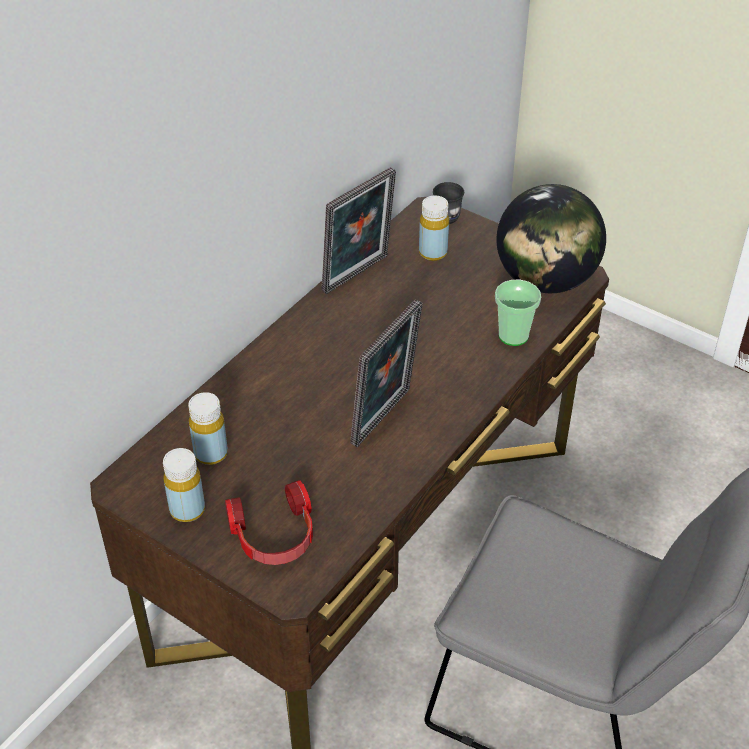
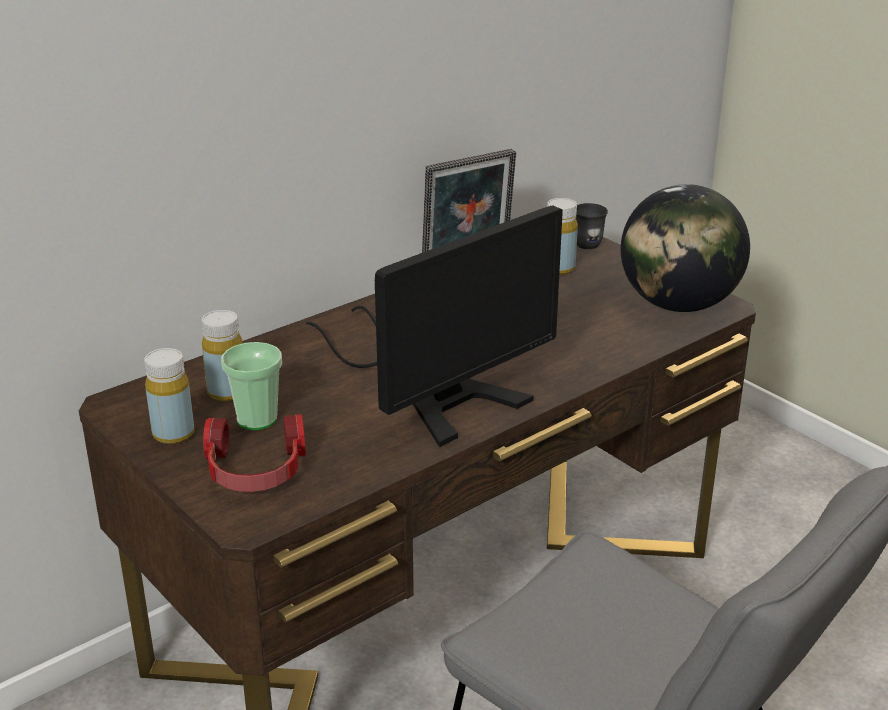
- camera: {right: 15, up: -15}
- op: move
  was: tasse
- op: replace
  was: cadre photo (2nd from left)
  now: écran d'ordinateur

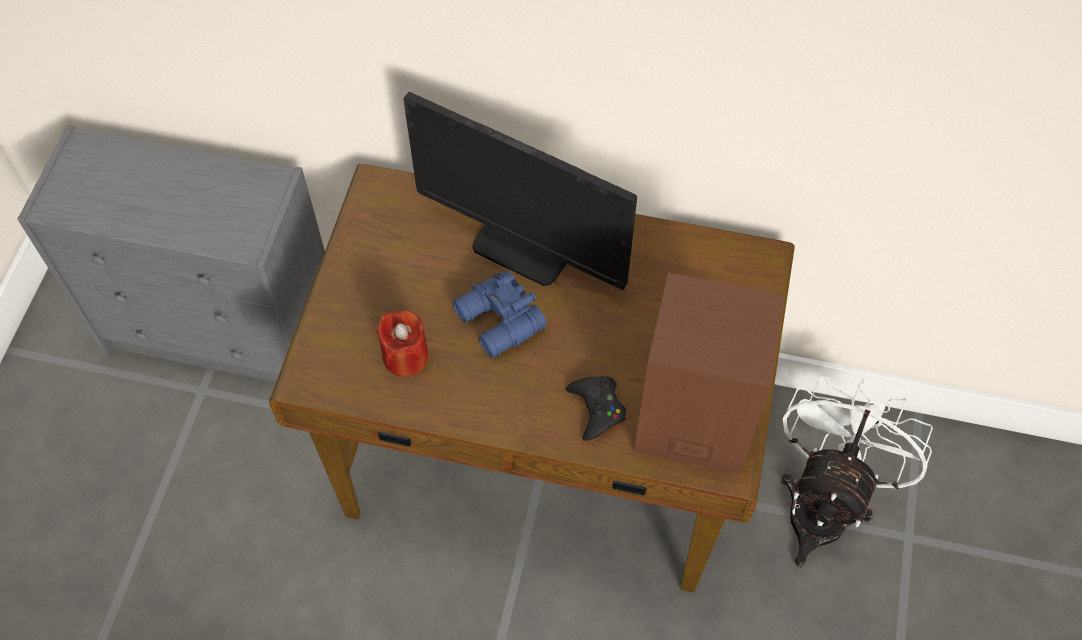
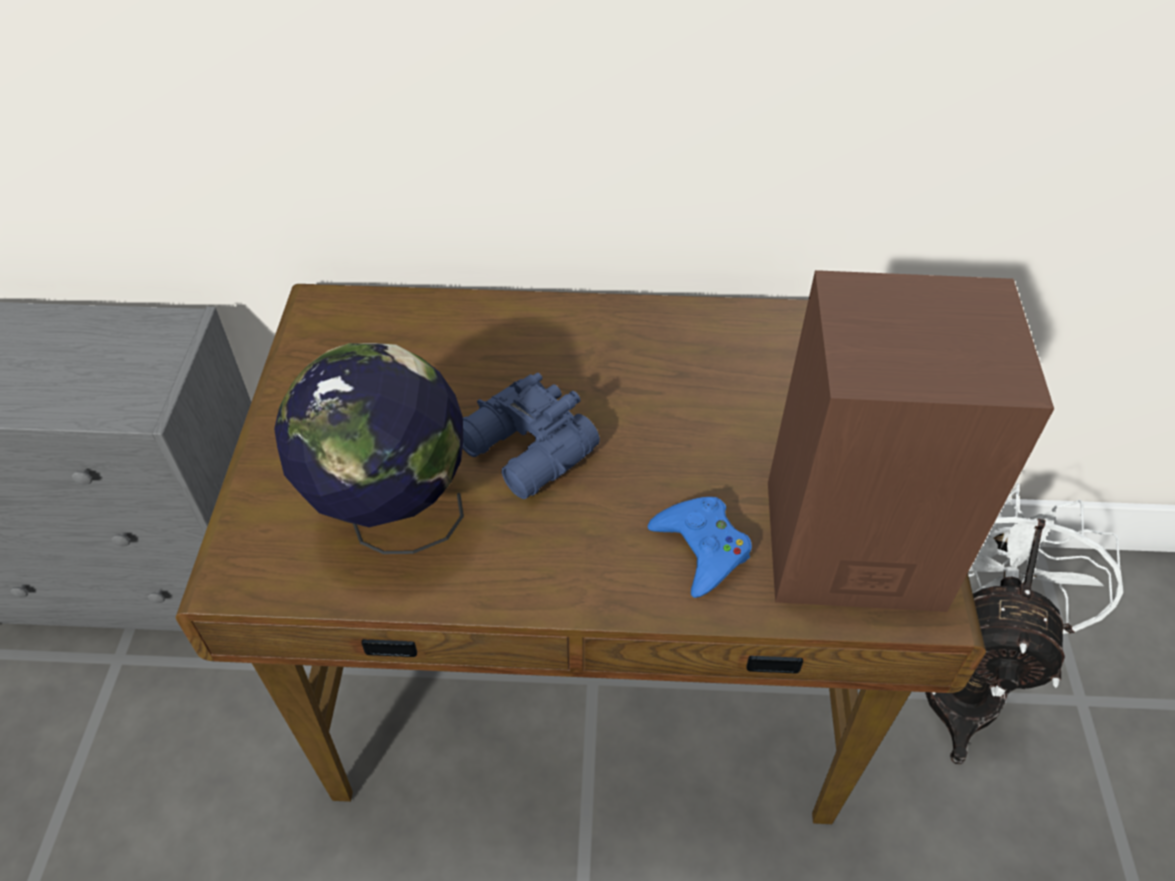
- camera: {right: -10, up: -10}
- op: delete
  was: écran d'ordinateur
- op: replace
  was: bougie [rouge]
  now: globe
- op: recolor
  was: manette [noir]
  now: manette [bleu]

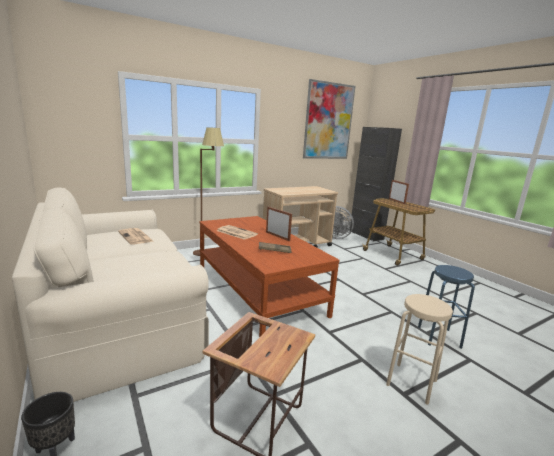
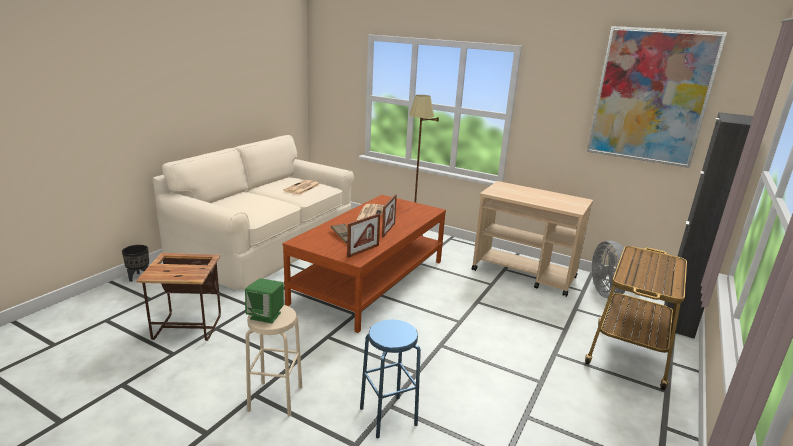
- camera: {right: 60, up: 5}
- op: move
  was: cadre photo (2nd from left in the first image)
  now: cadre photo (1st from left)
- op: insert
  now: enceinte [vert]

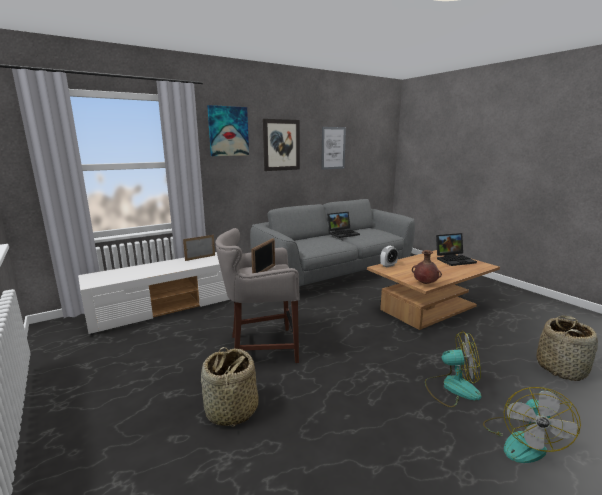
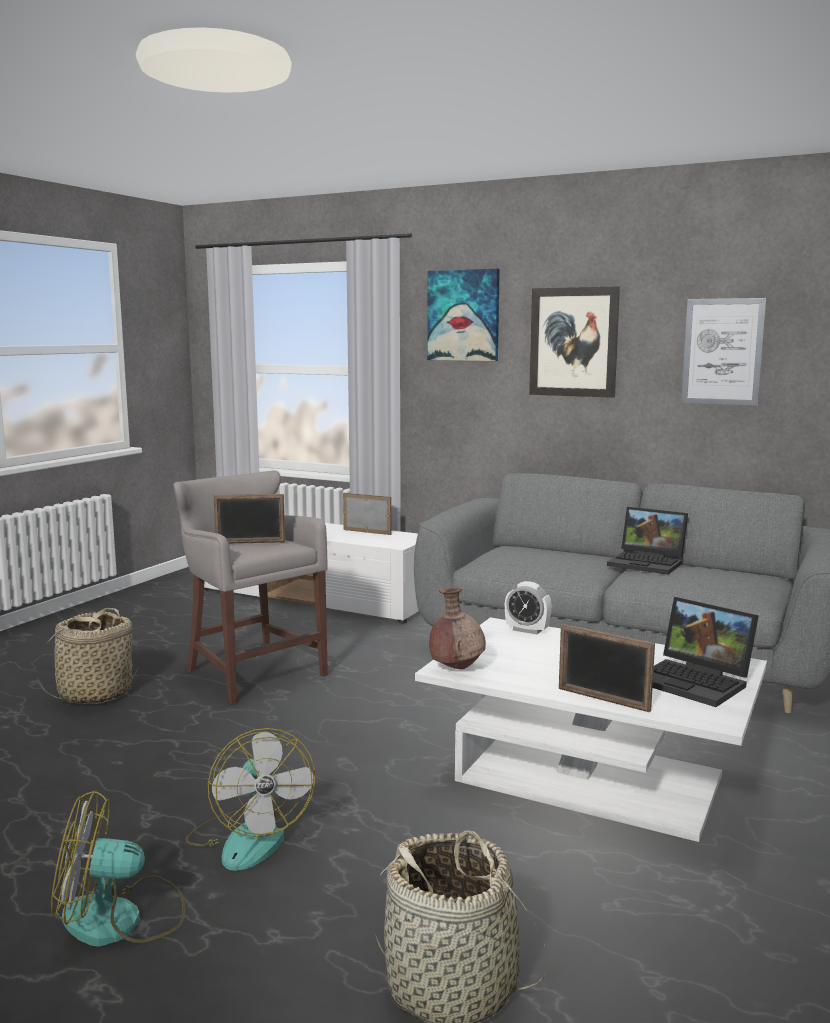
- camera: {right: 60, up: -5}
- op: recolor
  was: table basse [marron]
  now: table basse [blanc]
- op: insert
  now: cadre photo (3rd from left)

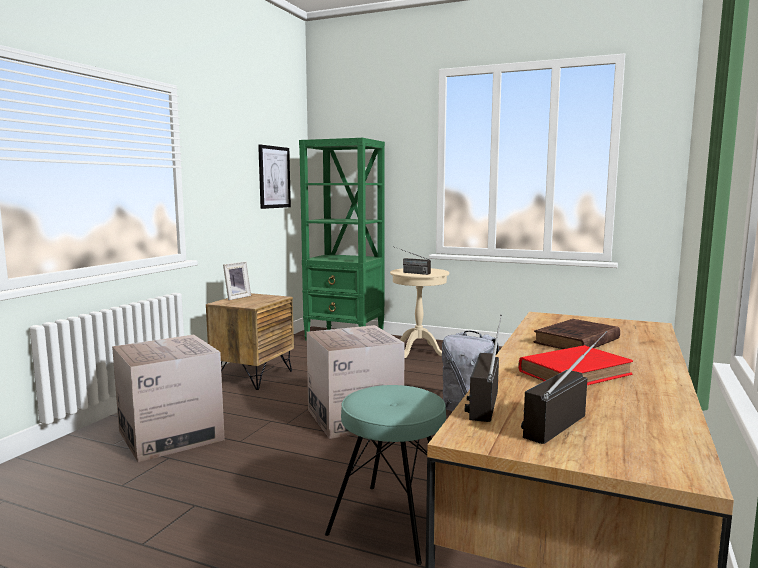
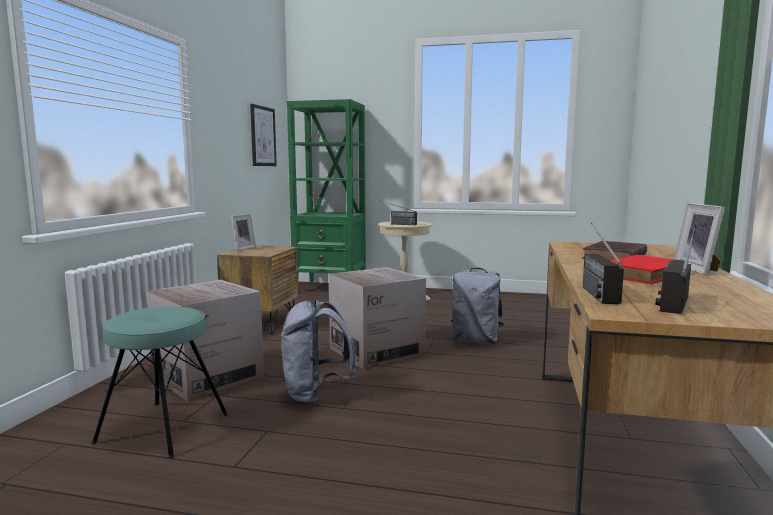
- camera: {right: -10, up: 0}
- op: move
  was: tabouret [turquoise]
- op: insert
  now: cadre photo (2nd from left)
- op: insert
  now: sac à dos [gris] (1st from left)

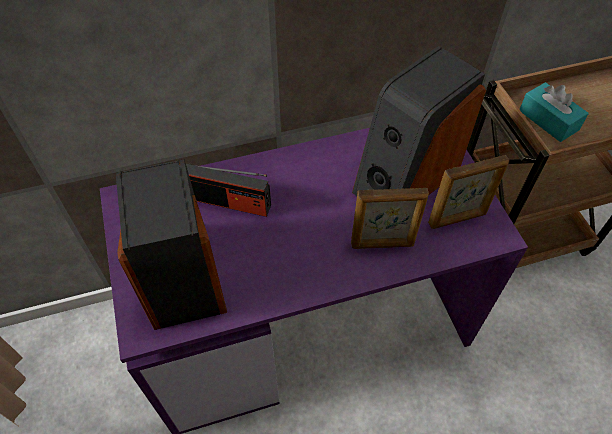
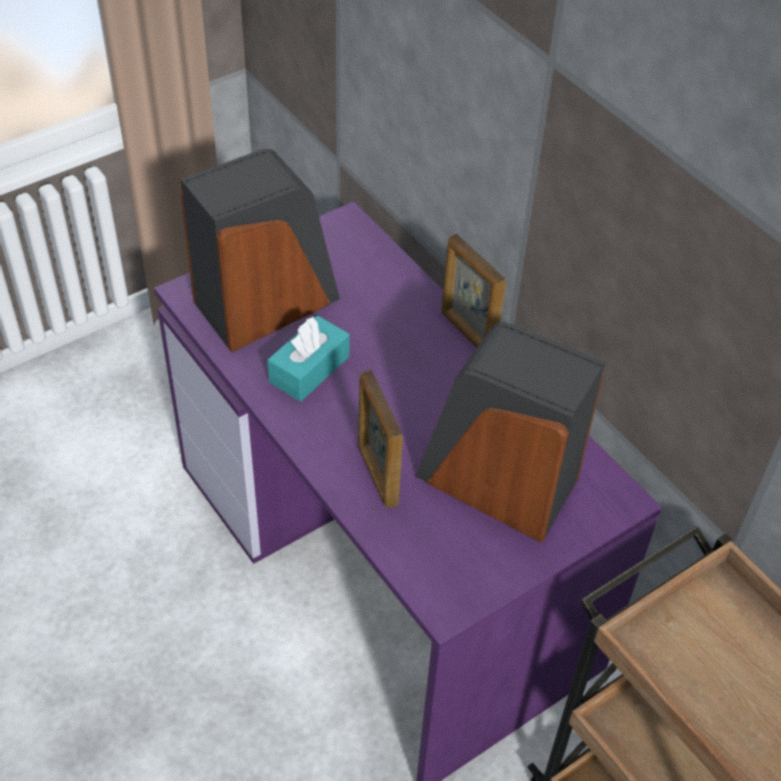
- camera: {right: 70, up: -5}
- op: move
  was: boîte à mouchoirs [turquoise]
- op: move
  was: cadre photo (2nd from left)
- op: delete
  was: radio

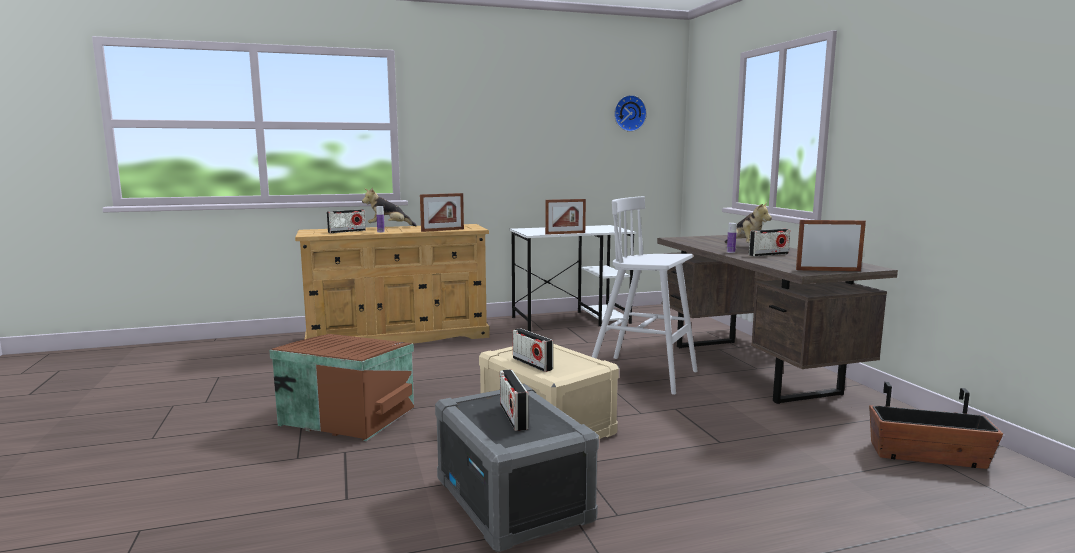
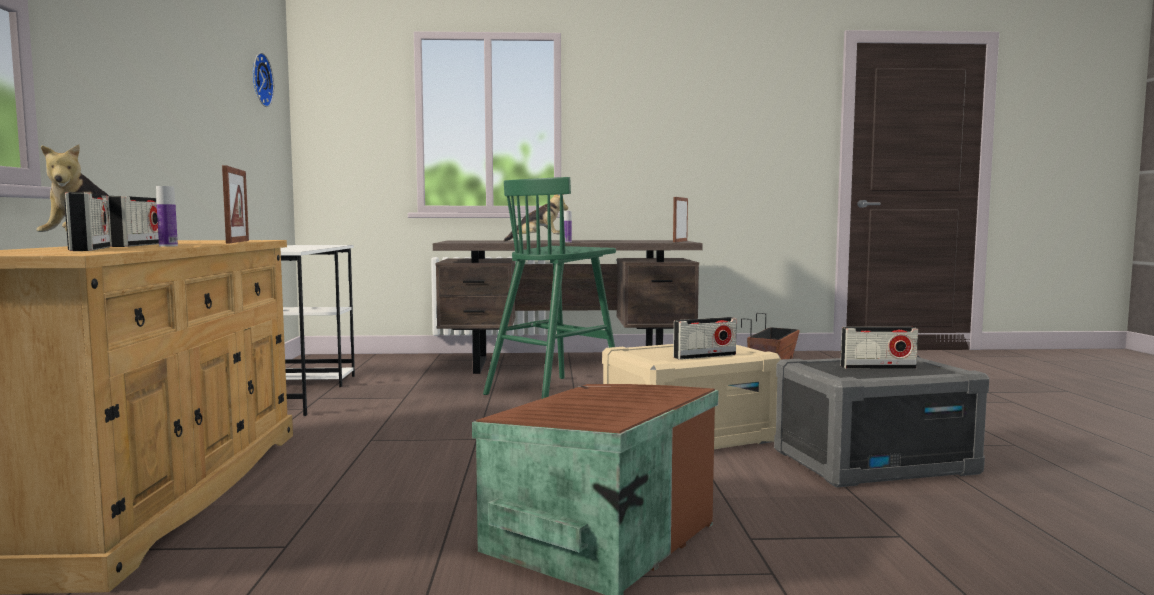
- camera: {right: -75, up: -5}
- op: recolor
  was: tabouret [blanc]
  now: tabouret [vert]
- op: delete
  was: cadre photo (2nd from left)
- op: move
  was: radio (4th from left in the first image)
  now: radio (2nd from left)

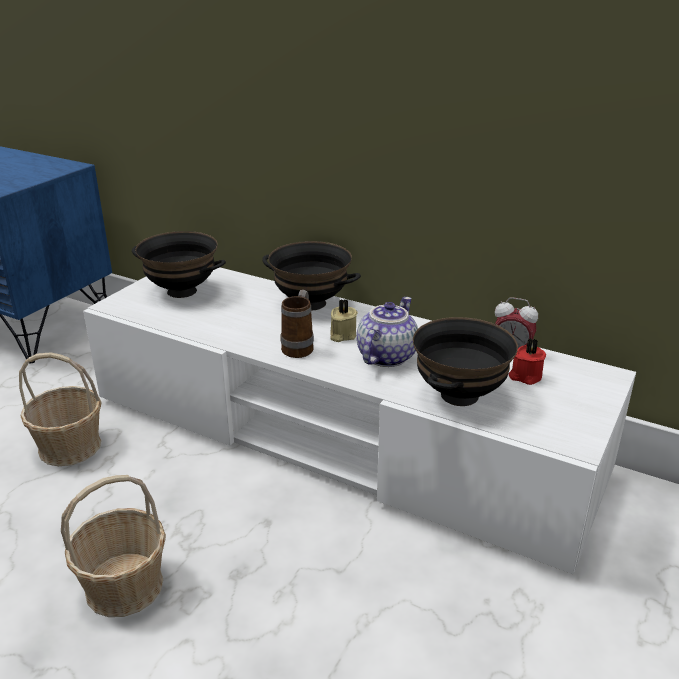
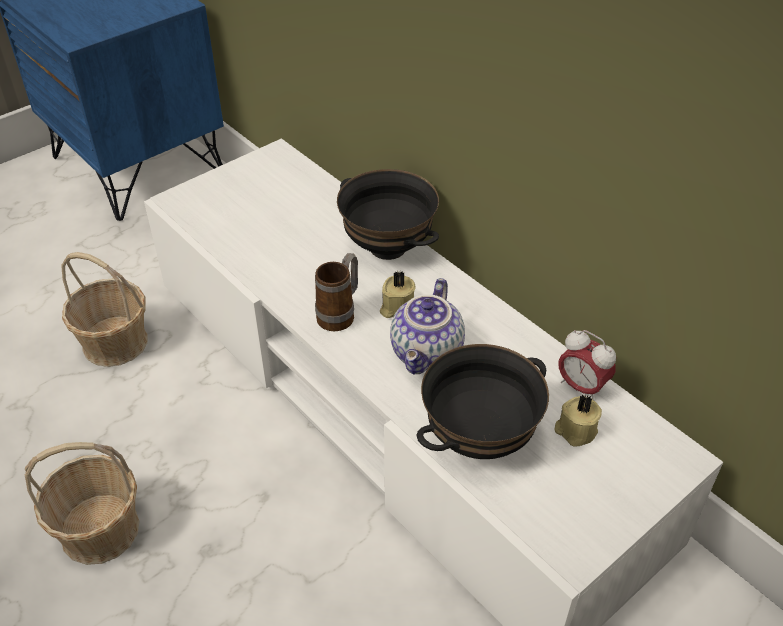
- camera: {right: 20, up: 15}
- op: delete
  was: bol [noir] (1st from left)
- op: rotate
  was: théière
  clockwise: 150
- op: recolor
  was: bougie [rouge]
  now: bougie [beige] (2nd from left)

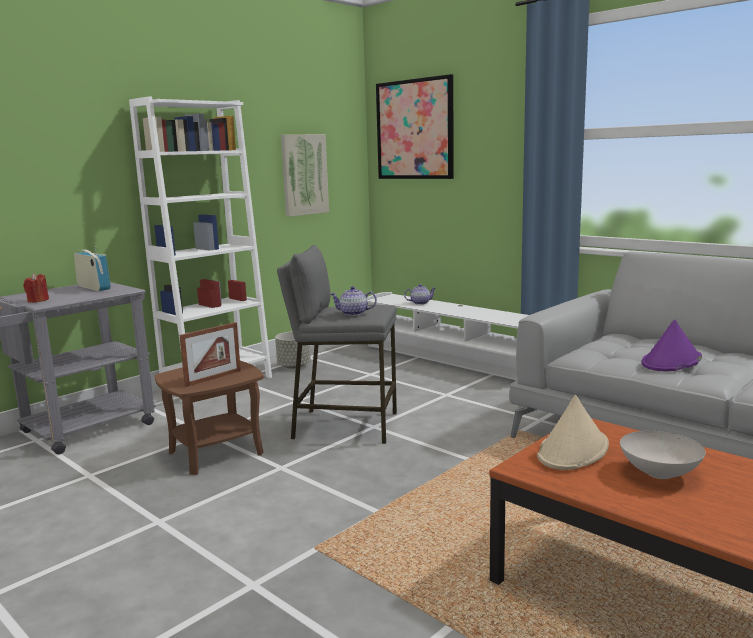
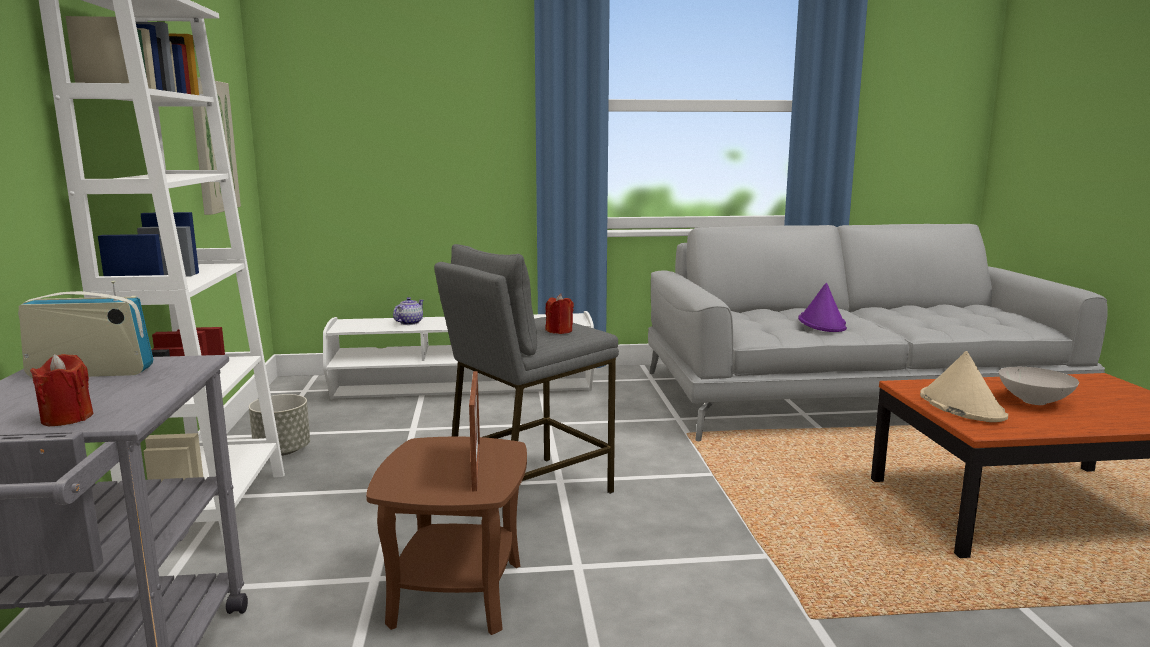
- camera: {right: -50, up: 0}
- op: delete
  was: tableau (2nd from left)
- op: replace
  was: théière (1st from left)
  now: bougie [rouge] (2nd from left)

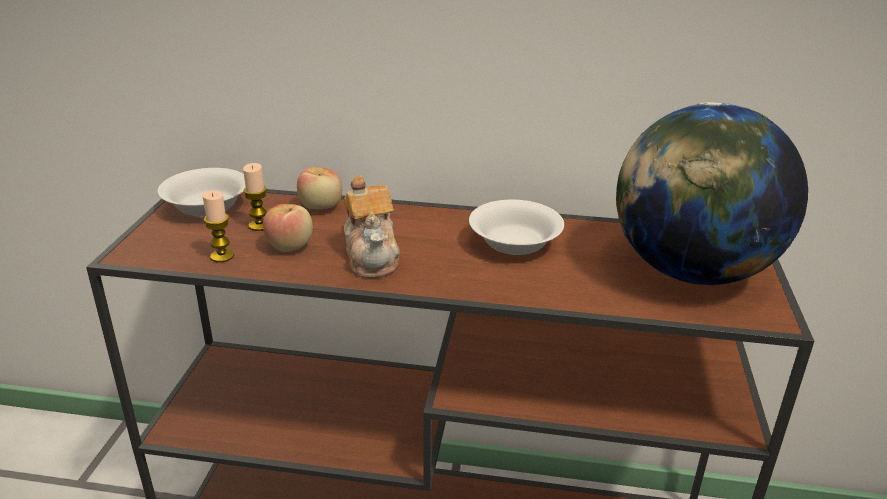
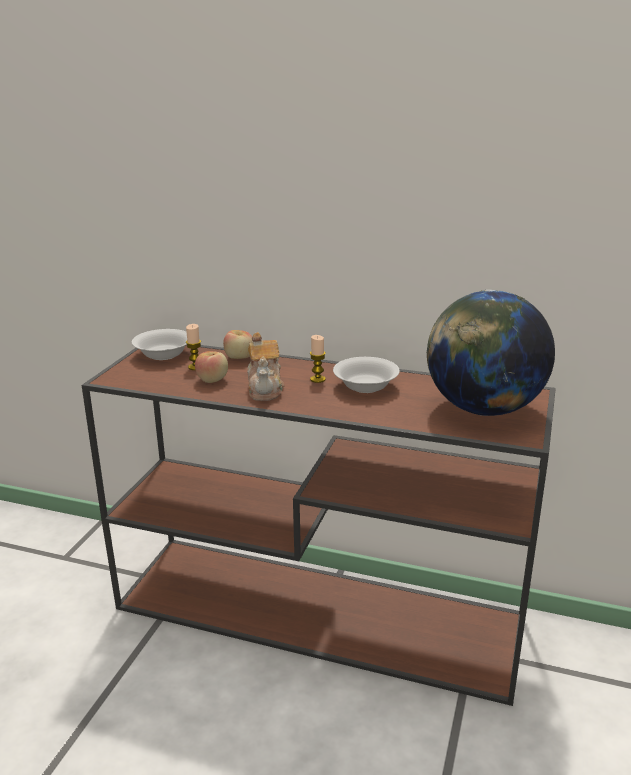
- camera: {right: 10, up: -5}
- op: move
  was: bougie (1st from left in the first image)
  now: bougie (2nd from left)

